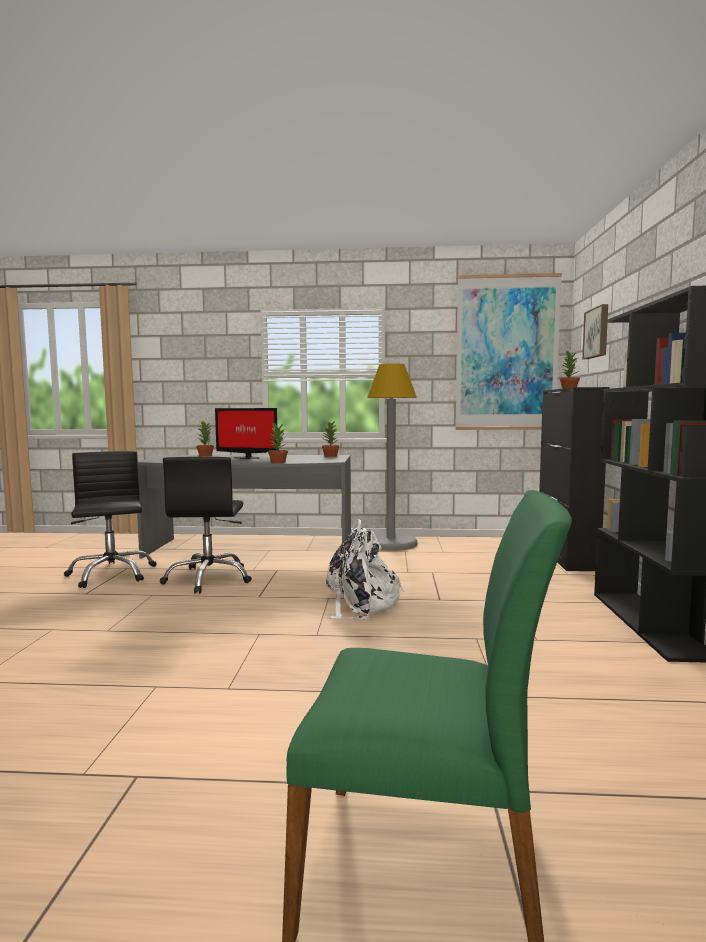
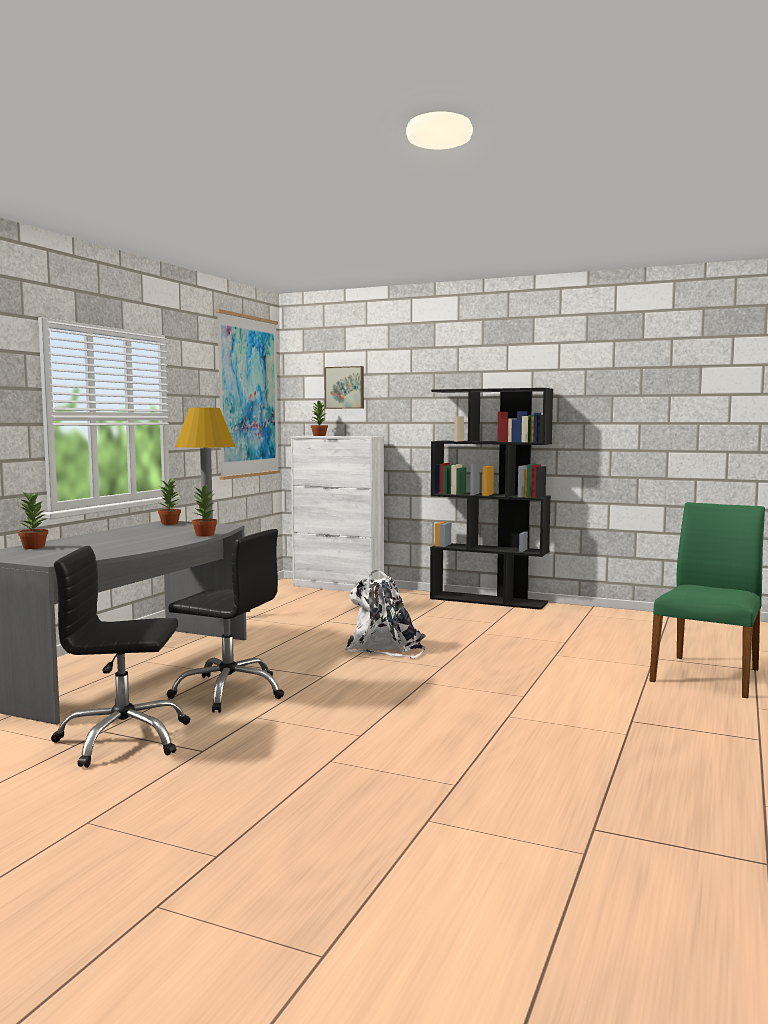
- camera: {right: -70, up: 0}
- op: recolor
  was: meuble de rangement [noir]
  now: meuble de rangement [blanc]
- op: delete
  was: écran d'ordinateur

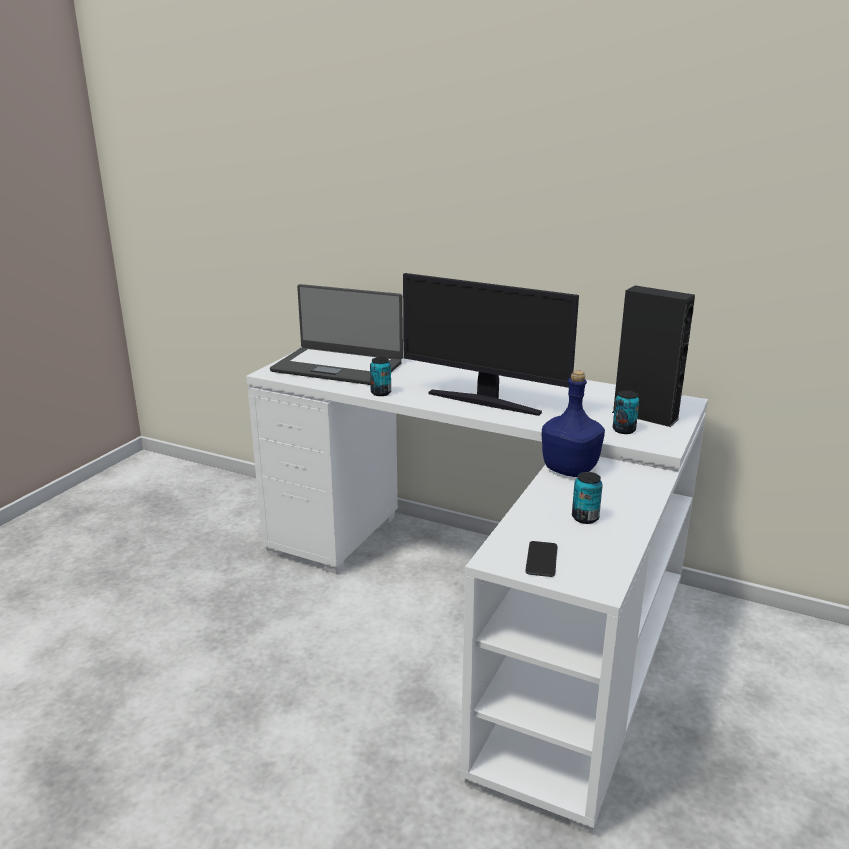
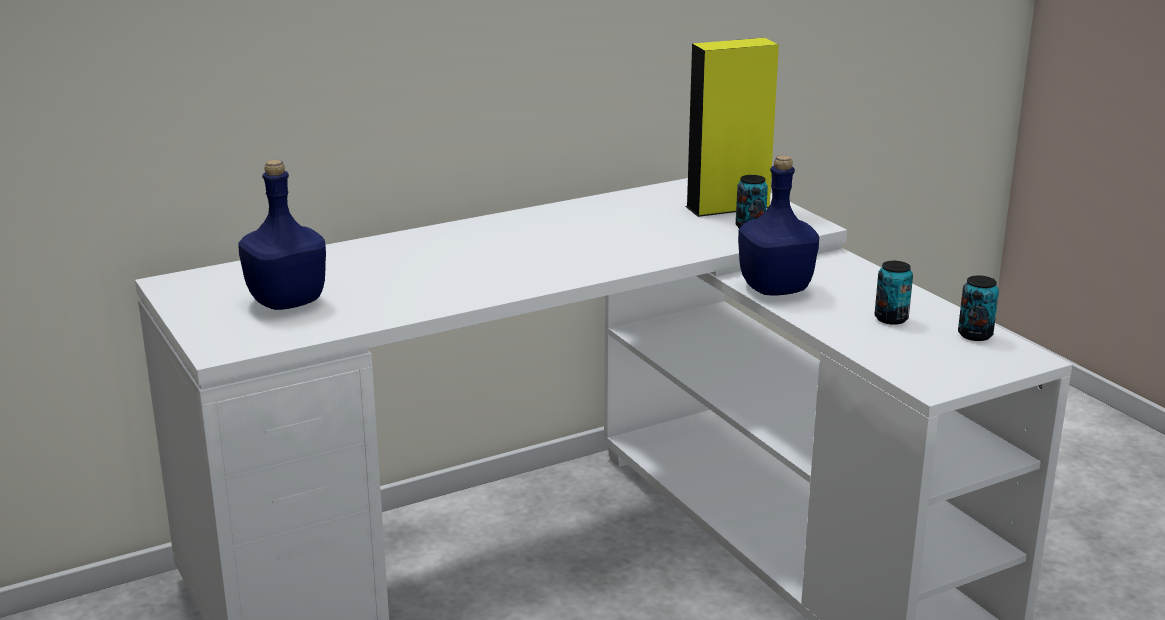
- camera: {right: -55, up: 0}
- op: delete
  was: écran d'ordinateur
- op: replace
  was: ordinateur portable
  now: bouteille [bleu] (1st from left)
- op: recolor
  was: enceinte [noir]
  now: enceinte [jaune]
- op: move
  was: boîte métallique (1st from left in the first image)
  now: boîte métallique (3rd from left)
- op: delete
  was: téléphone

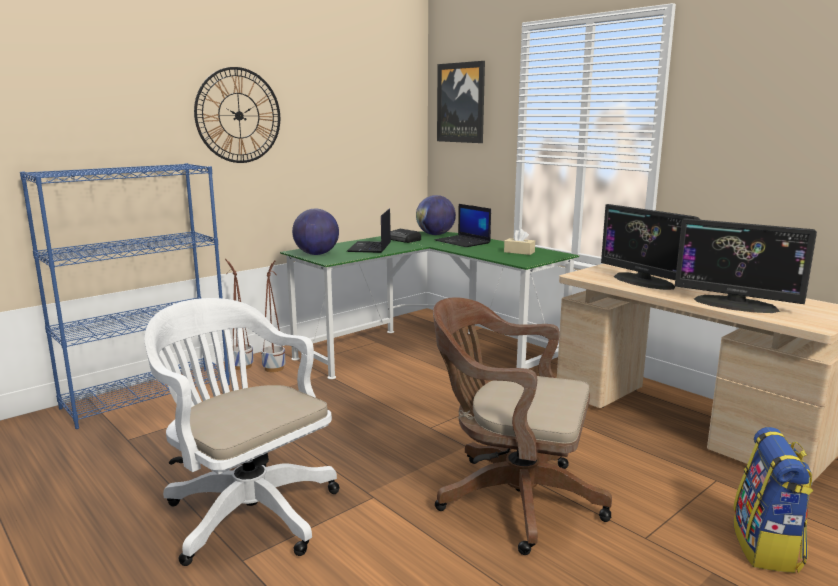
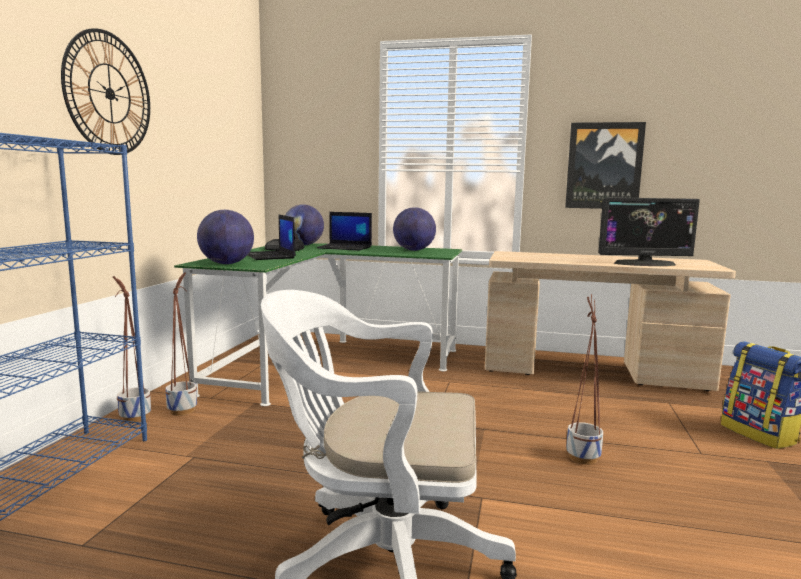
- camera: {right: -35, up: -5}
- op: move
  was: tableau
- op: delete
  was: écran d'ordinateur (1st from left)
- op: replace
  was: boîte à mouchoirs [beige]
  now: globe (3rd from left)
- op: replace
  was: chaise de bureau [marron]
  now: cache-pot (3rd from left)

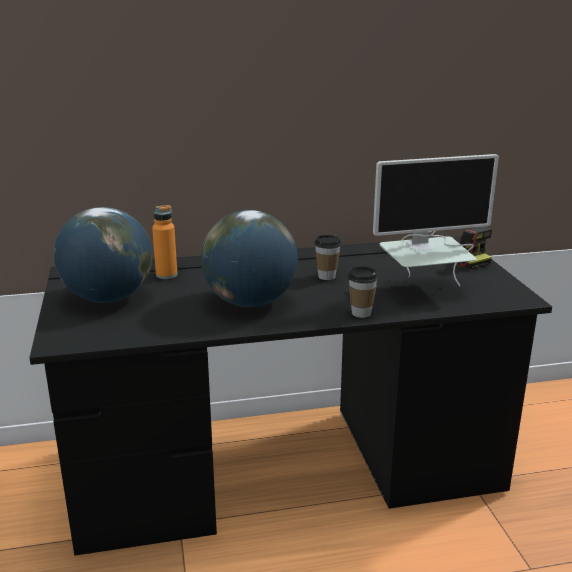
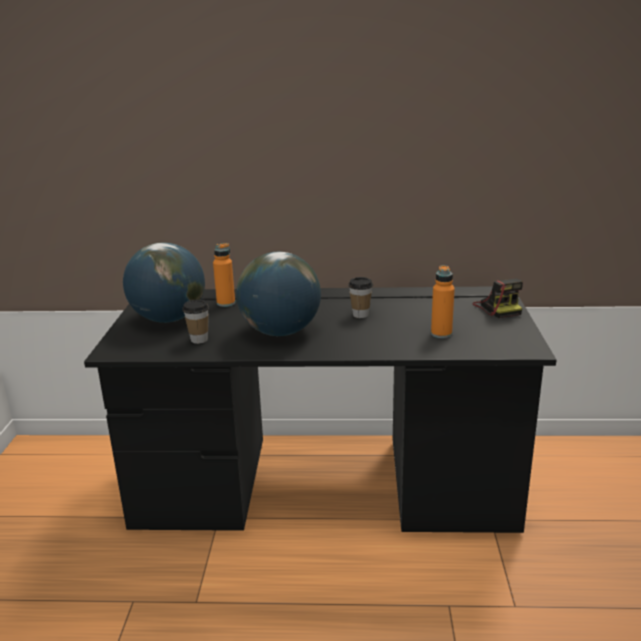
- camera: {right: 15, up: 0}
- op: replace
  was: écran d'ordinateur
  now: bouteille [orange] (2nd from left)
- op: move
  was: tasse (2nd from left in the first image)
  now: tasse (1st from left)

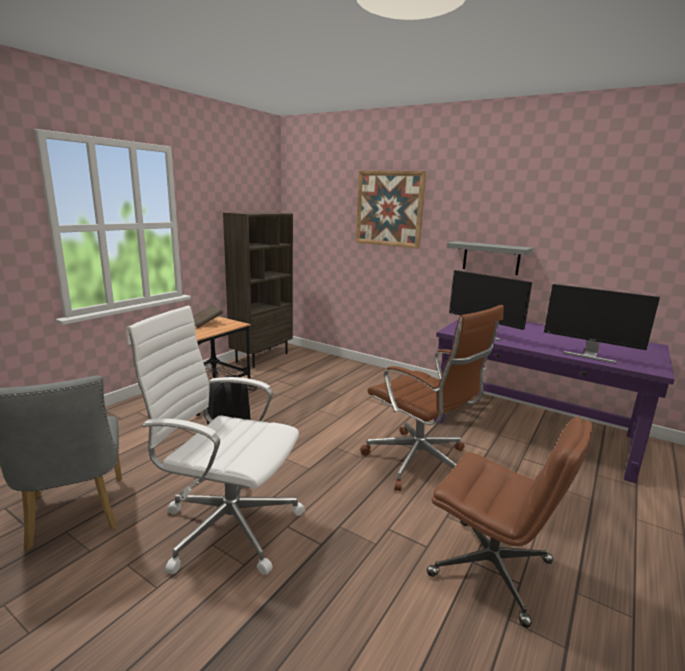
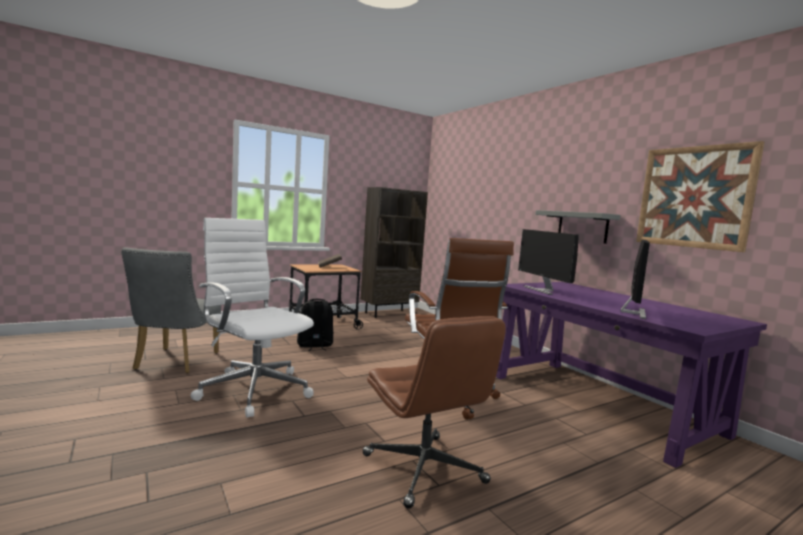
- camera: {right: 25, up: -10}
- op: move
  was: tableau
- op: rotate
  was: écran d'ordinateur (2nd from left)
  clockwise: -120

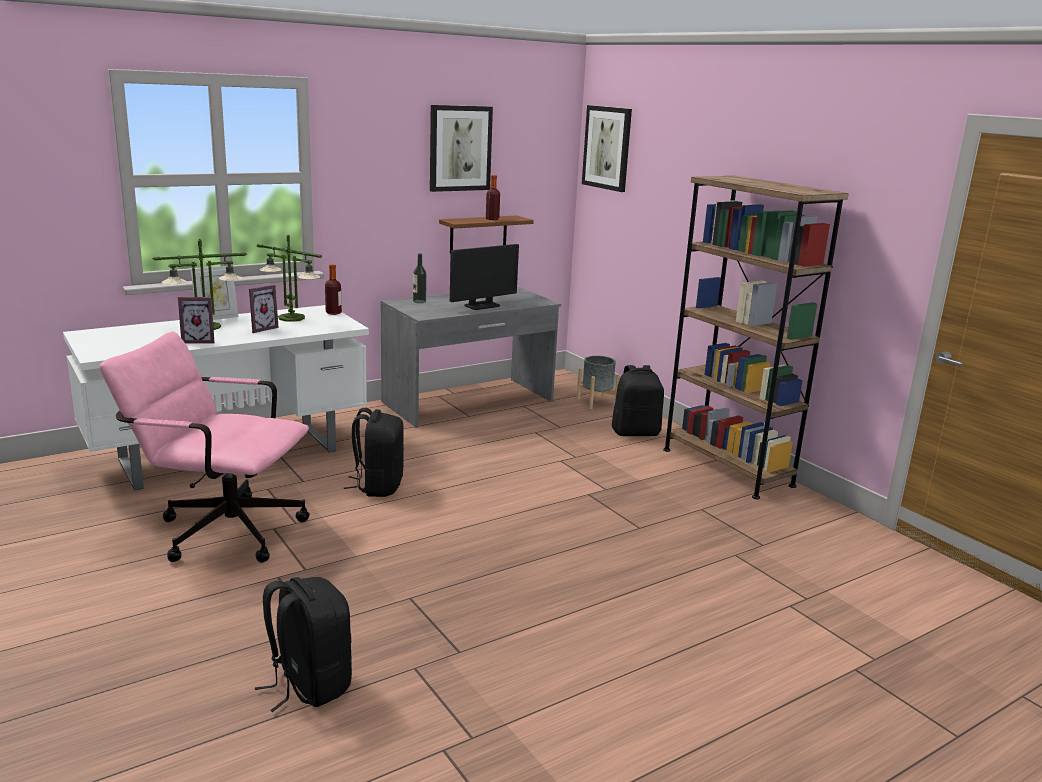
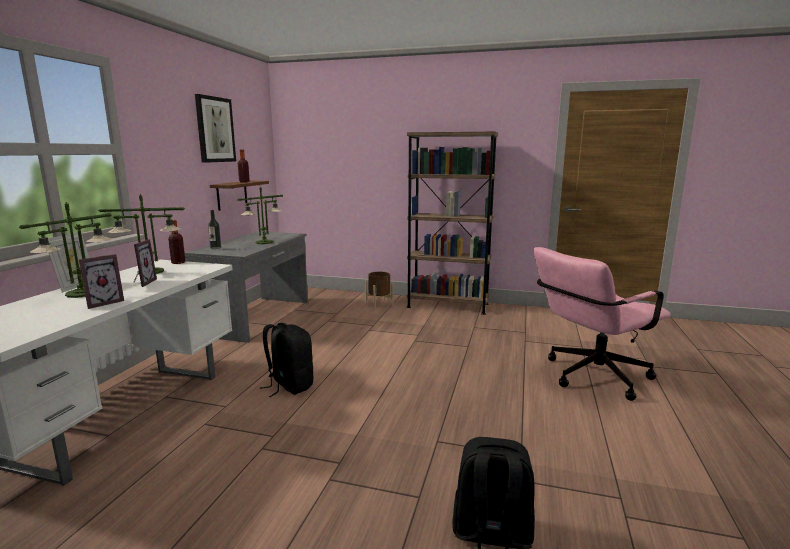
- camera: {right: -40, up: -5}
- op: delete
  was: tableau (2nd from left)
- op: replace
  was: écran d'ordinateur
  now: lampe de table (3rd from left)
- op: move
  was: chaise de bureau [rose]
- op: delete
  was: cache-pot [gris]
- op: replace
  was: sac à dos [noir] (3rd from left)
  now: cache-pot [marron]

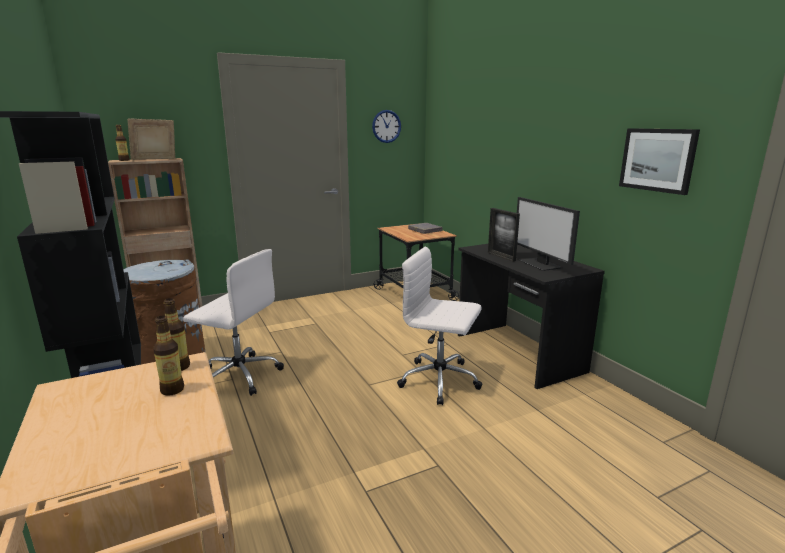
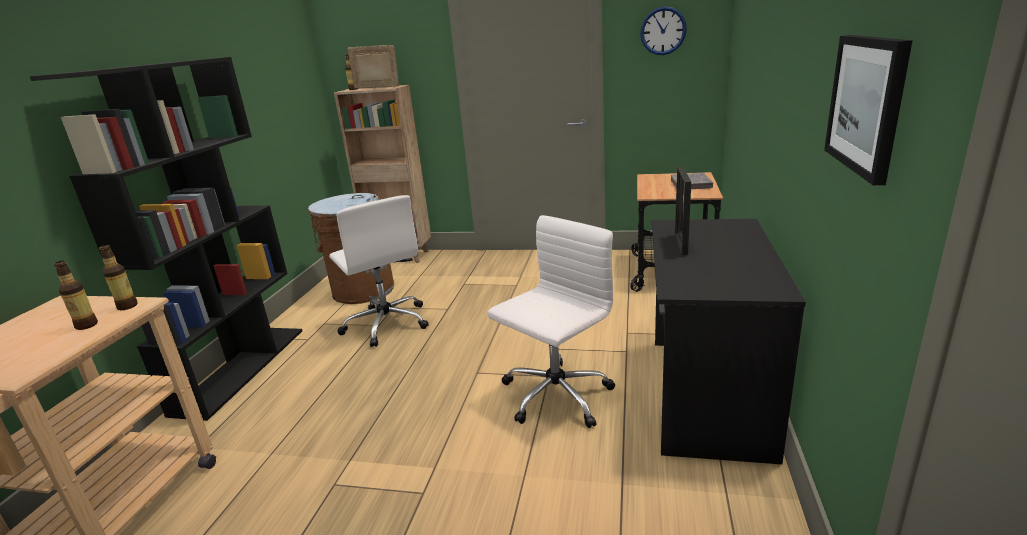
- camera: {right: 40, up: 5}
- op: delete
  was: écran d'ordinateur
- op: rotate
  was: chaise de bureau [blanc] (2nd from left)
  clockwise: 75

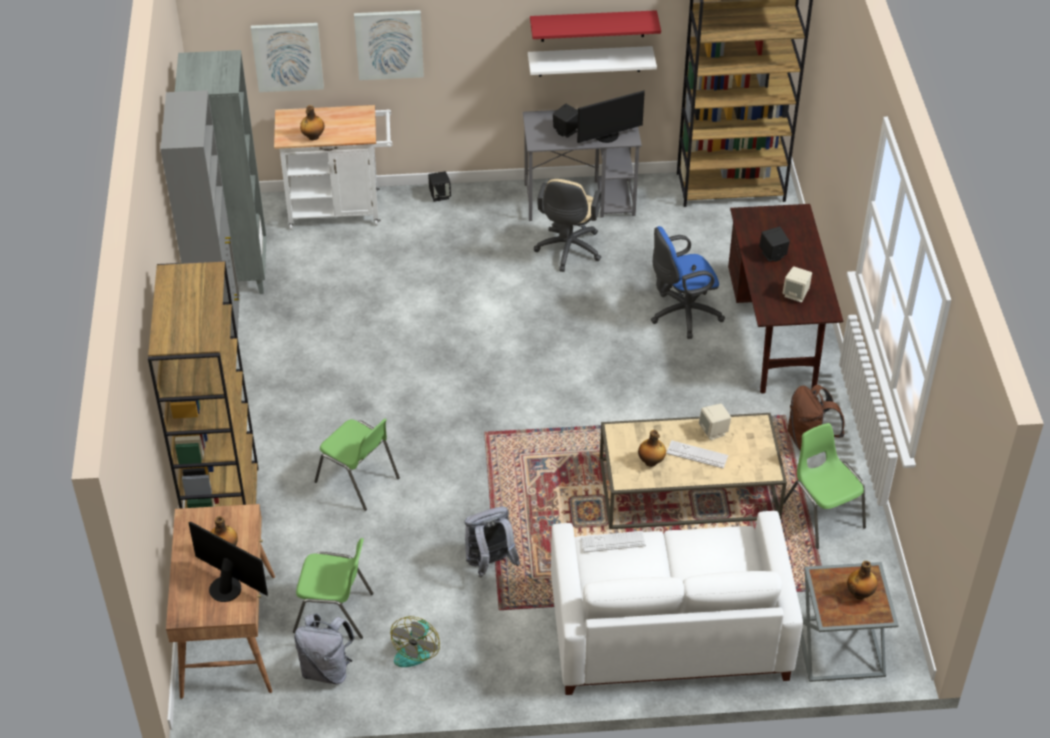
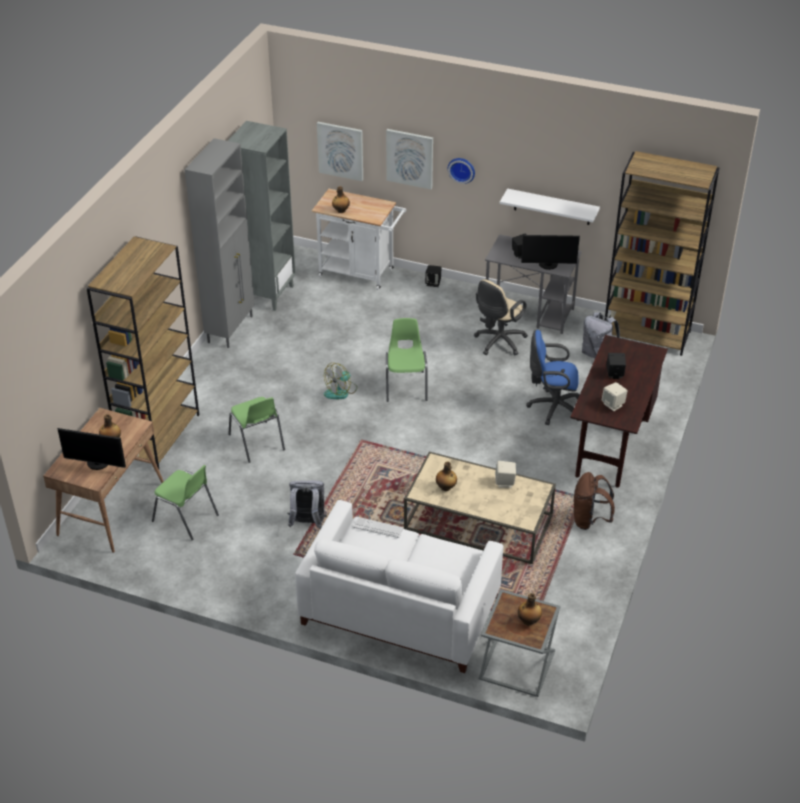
- camera: {right: 25, up: -5}
- op: delete
  was: étagère [rouge]
- op: move
  was: chaise [vert] (3rd from left)
- op: delete
  was: clavier (2nd from left)
- op: rotate
  was: écran d'ordinateur (1st from left)
  clockwise: 135
- op: move
  was: sac à dos [gris] (1st from left in the first image)
  now: sac à dos [gris] (2nd from left)
- op: move
  was: ventilateur
- op: insert
  now: horloge murale

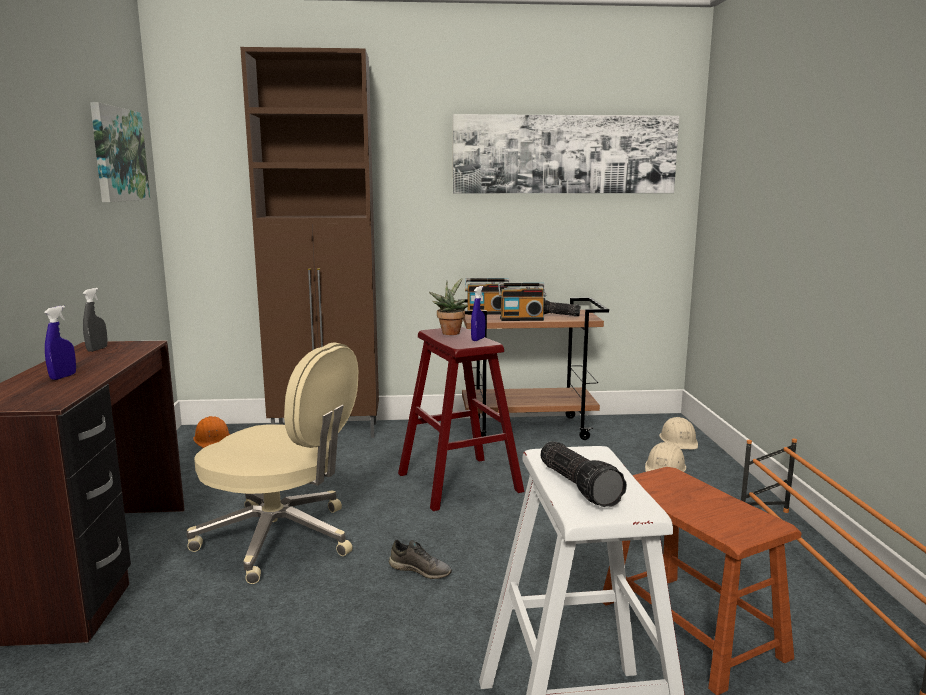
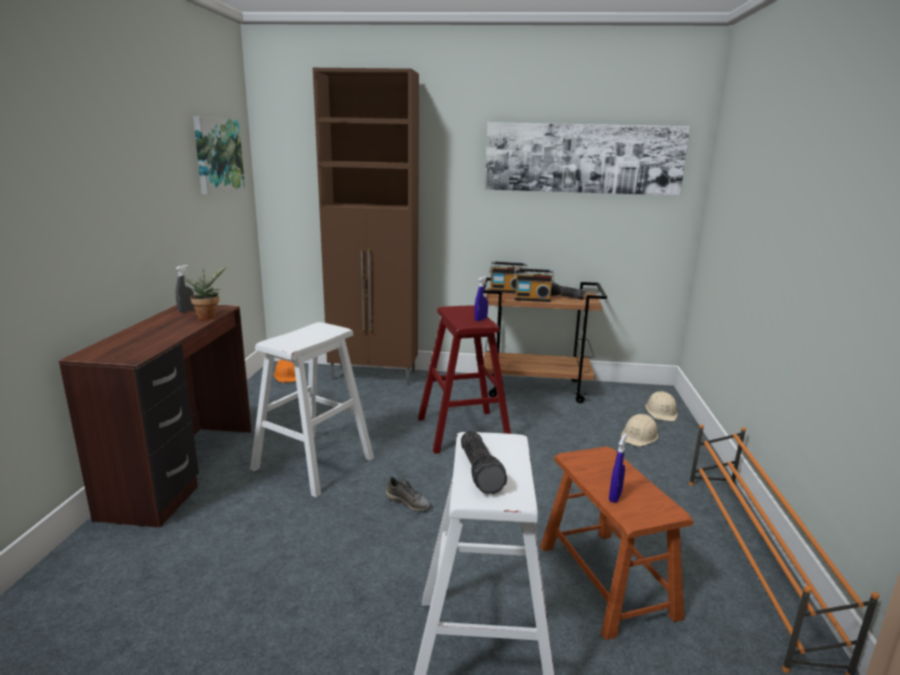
- camera: {right: 10, up: 5}
- op: move
  was: plante en pot
- op: move
  was: vaporisateur [bleu] (1st from left in the first image)
  now: vaporisateur [bleu] (2nd from left)
- op: replace
  was: chaise de bureau [beige]
  now: tabouret [blanc] (1st from left)

